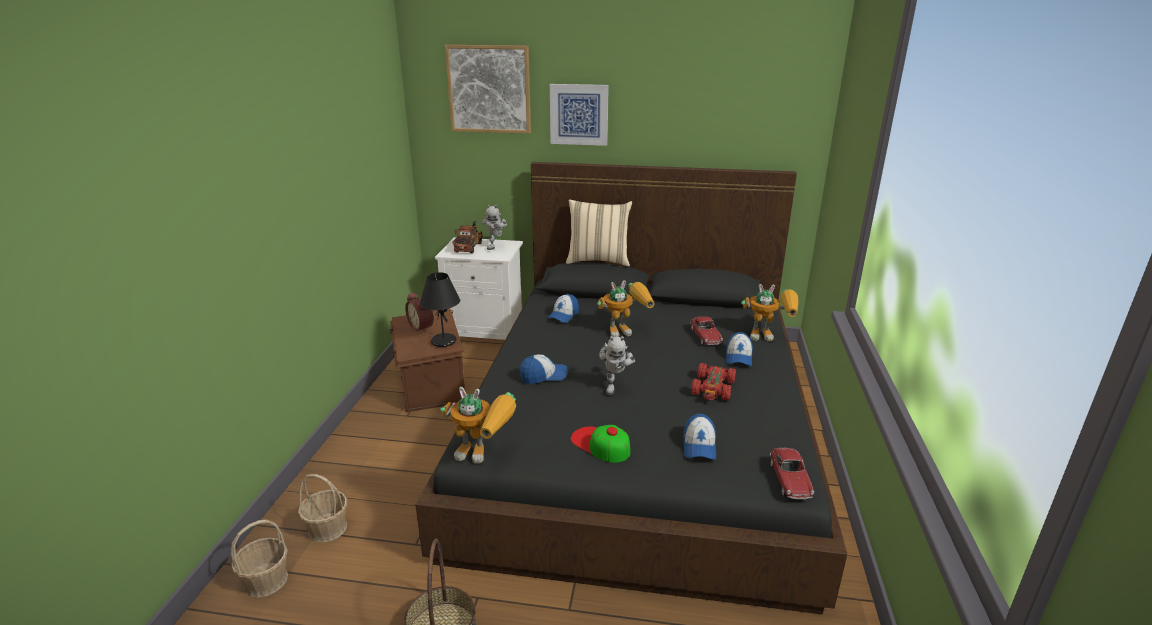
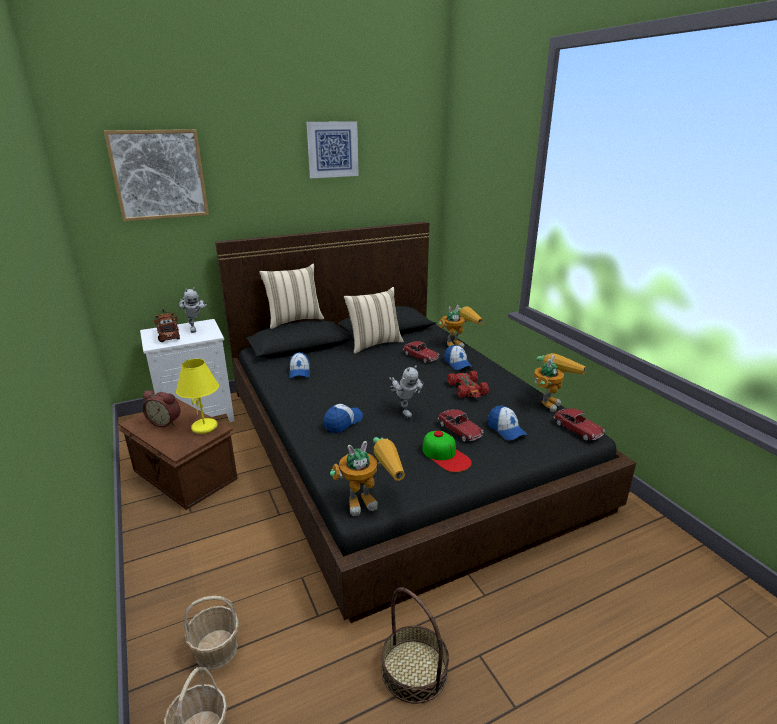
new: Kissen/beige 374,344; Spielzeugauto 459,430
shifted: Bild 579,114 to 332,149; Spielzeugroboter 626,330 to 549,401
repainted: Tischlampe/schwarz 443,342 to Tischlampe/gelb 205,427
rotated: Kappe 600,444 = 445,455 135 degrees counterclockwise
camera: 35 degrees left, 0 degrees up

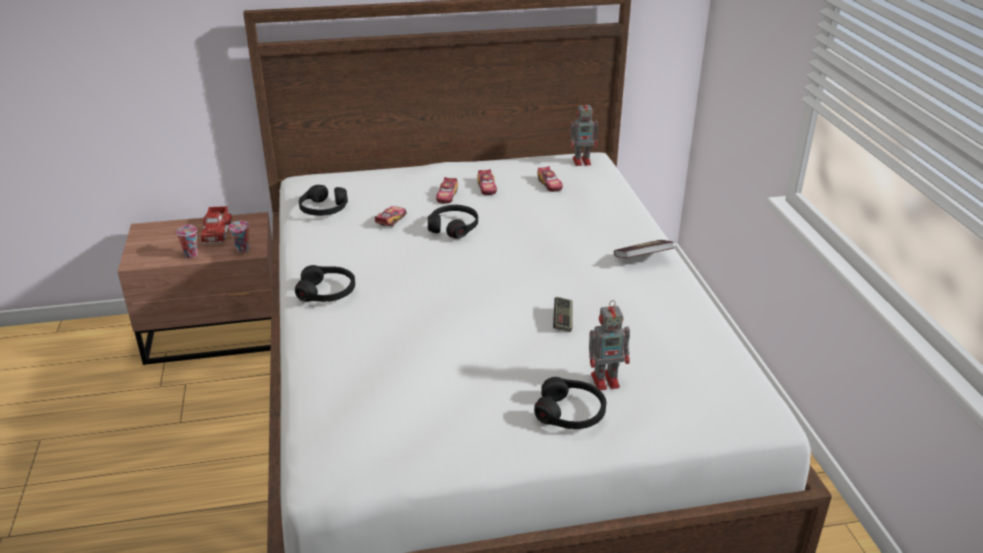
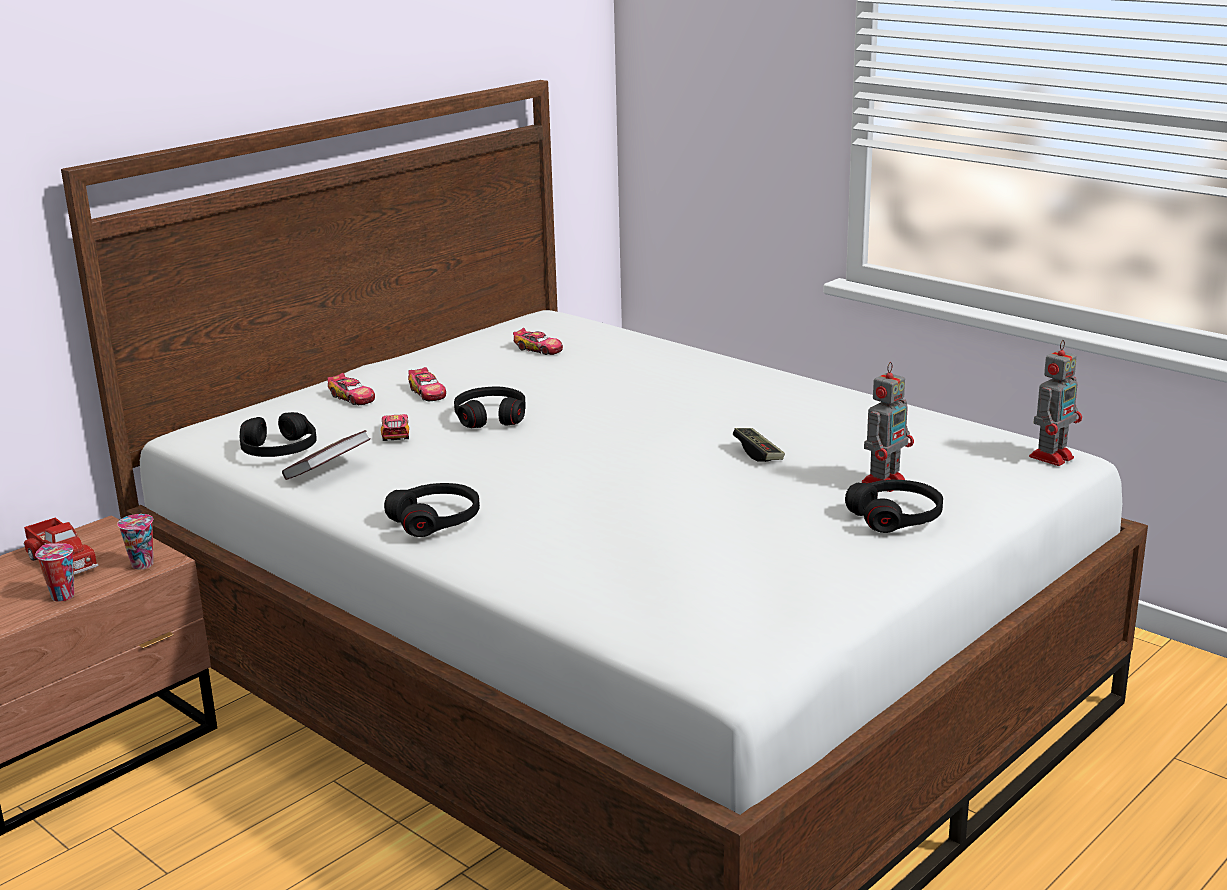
shifted: Spielzeugauto 486,187 to 352,398; Spielzeugroboter 582,161 to 1052,456; Buch 642,259 to 328,471
camera: 35 degrees left, 10 degrees down

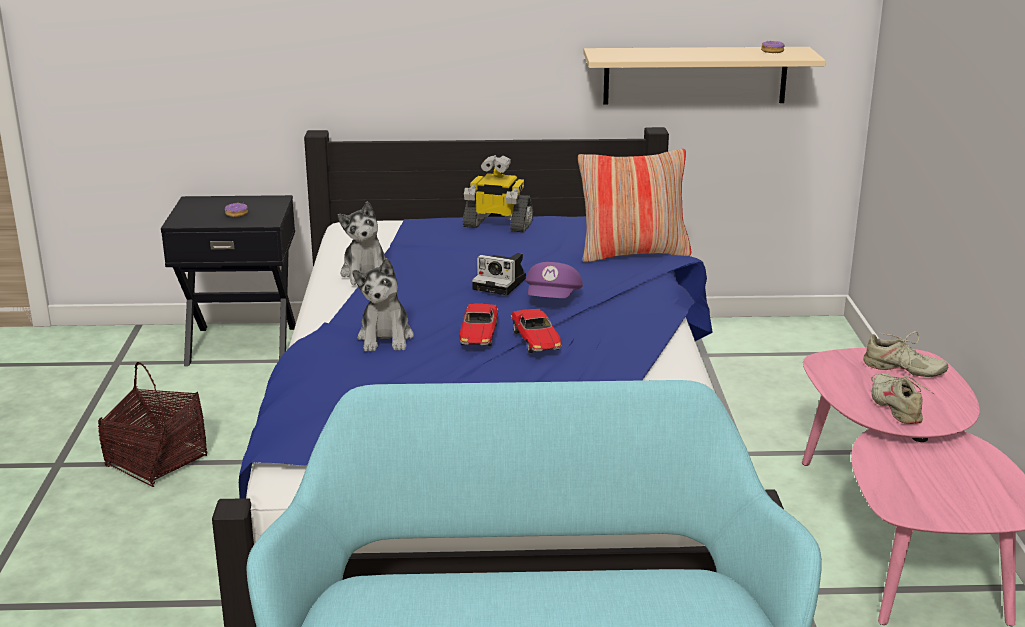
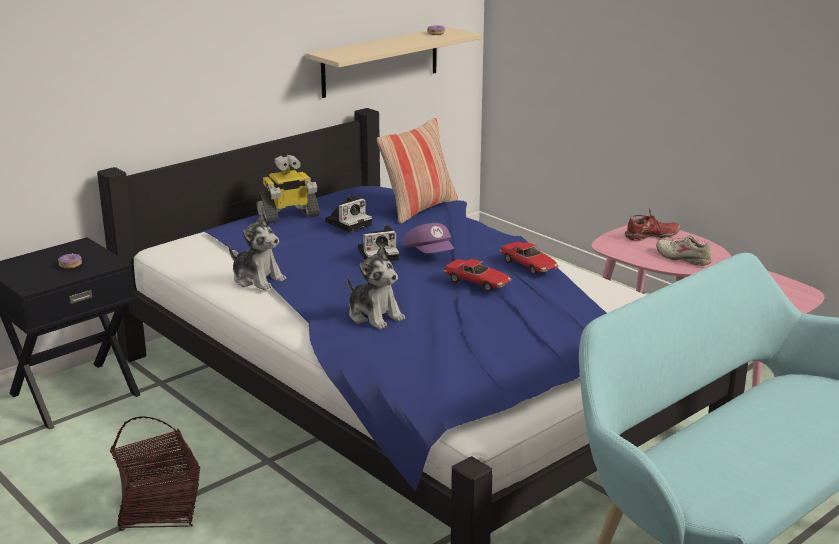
new: Kamera 349,222
shifted: Spielzeugauto 478,335 to 529,265
repainted: Schuh/beige 903,369 to Schuh/rot 651,236
camera: 40 degrees left, 0 degrees up

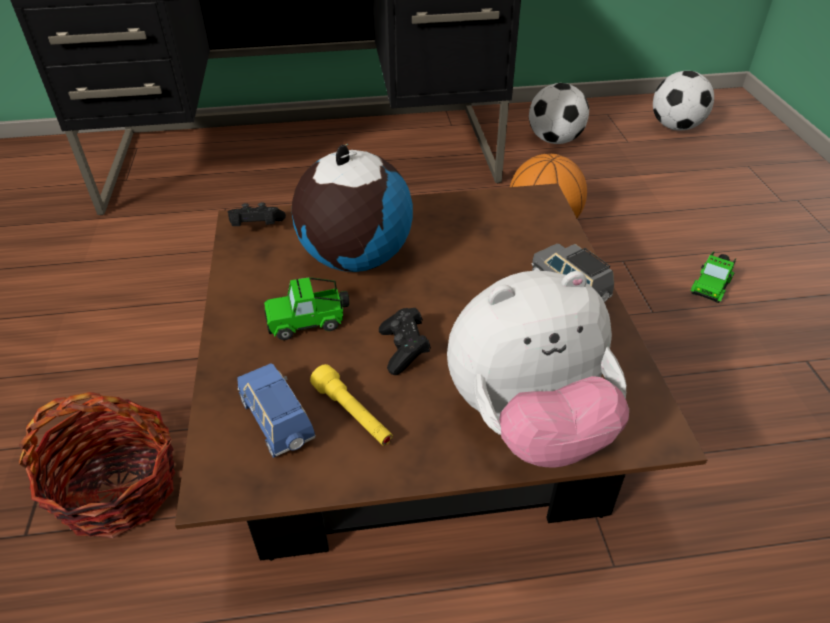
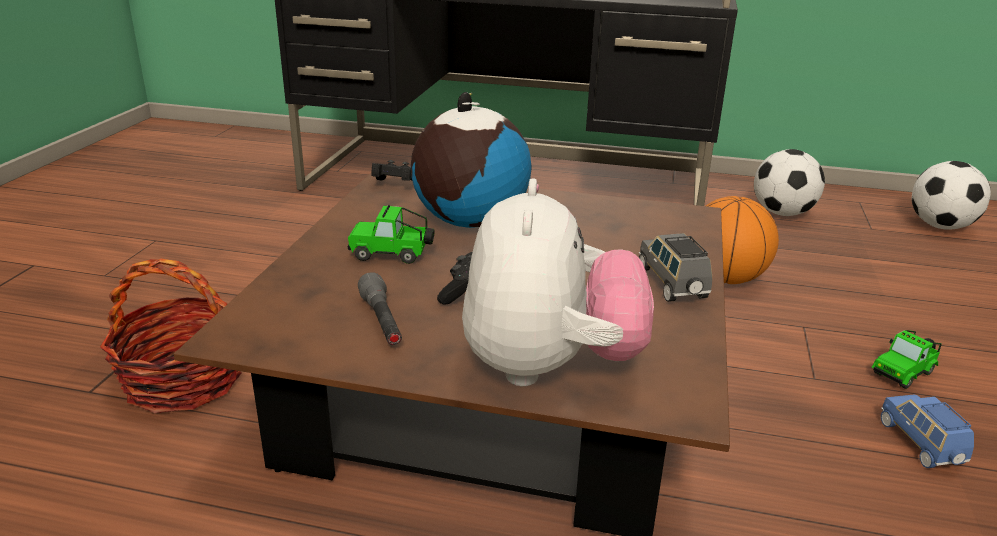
shifted: Spielzeugauto/blau 278,422 to 921,444
repainted: Taschenlampe/gelb 353,414 to Taschenlampe/grau 382,321
rotated: Plüschtier 529,422 = 549,367 90 degrees counterclockwise
camera: 20 degrees right, 15 degrees down

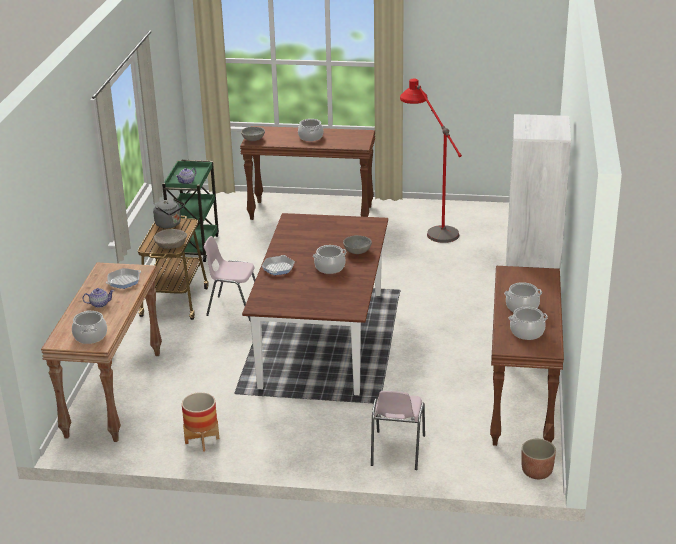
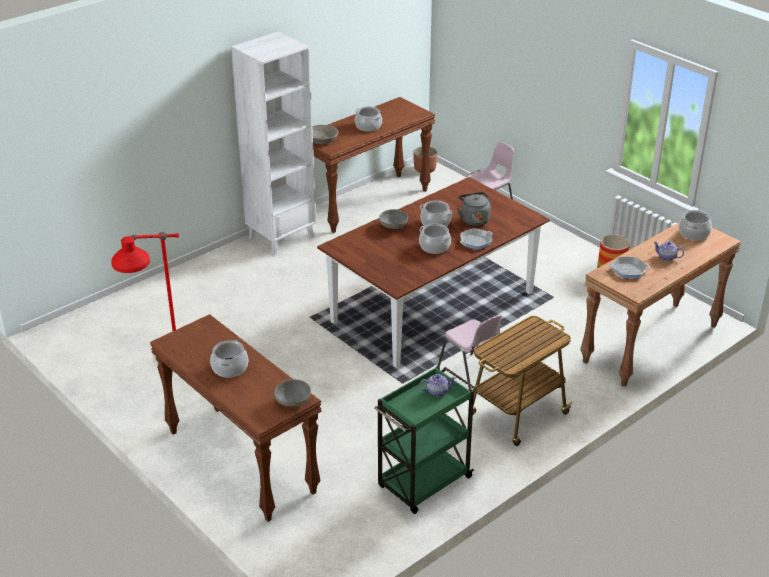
shifted: Wasserkessel/grau 170,224 to 474,219; Schüssel/beige 171,245 to 322,140; Kochtopf 527,332 to 434,247
camera: 140 degrees left, 5 degrees up

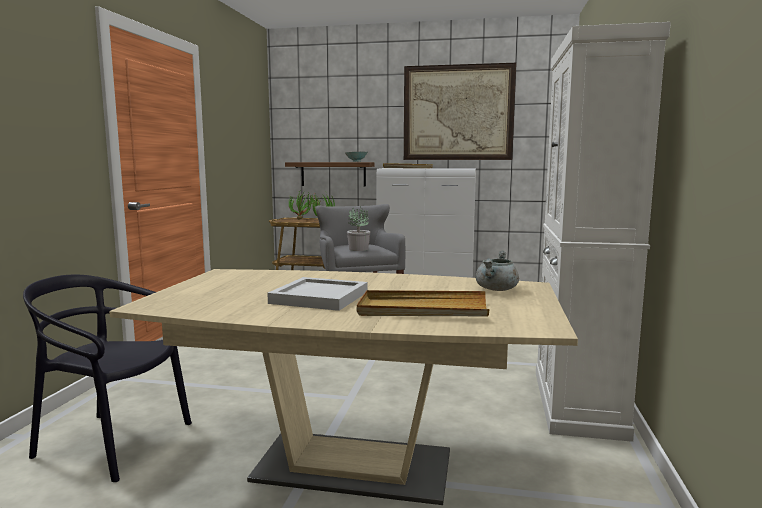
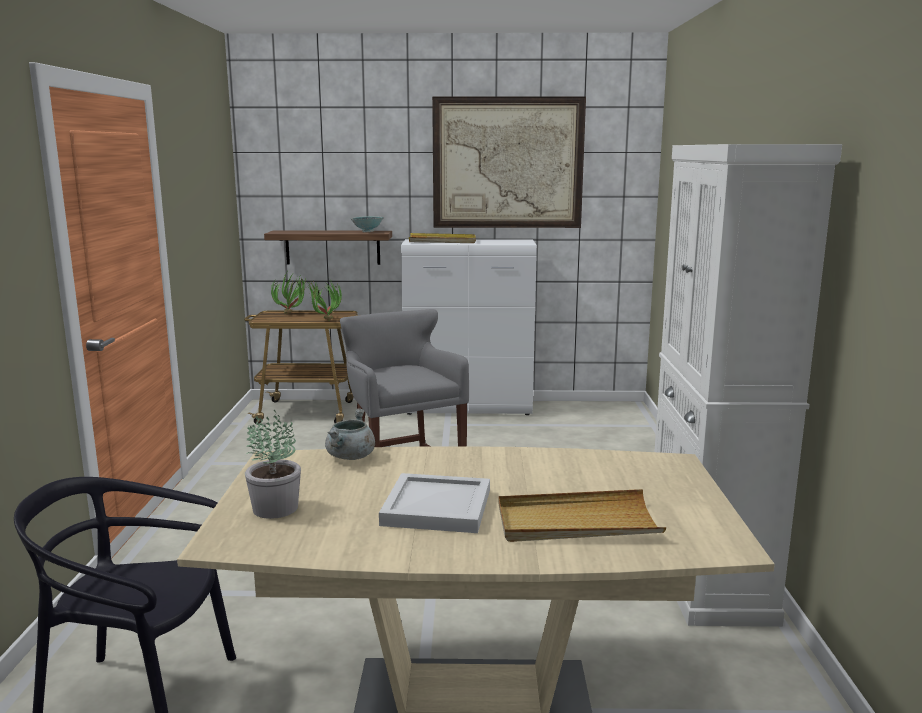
shifted: Topfpflanze 358,249 to 274,508; Kochtopf/grau 496,290 to 350,457
camera: 10 degrees left, 5 degrees up

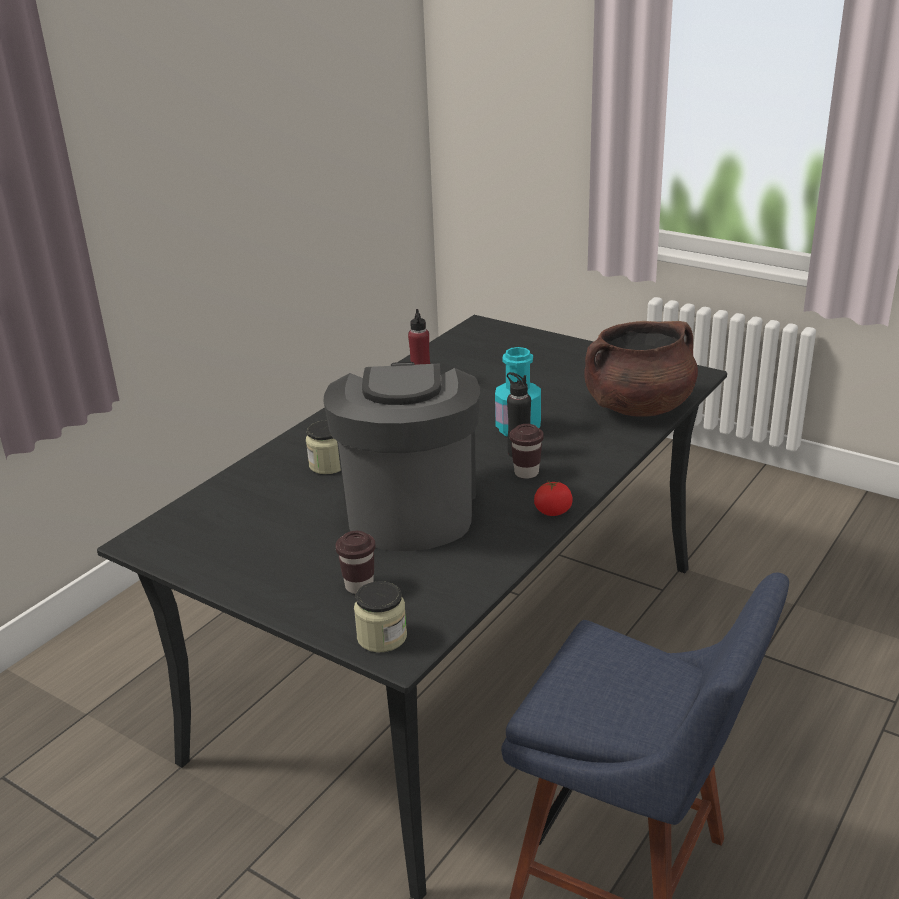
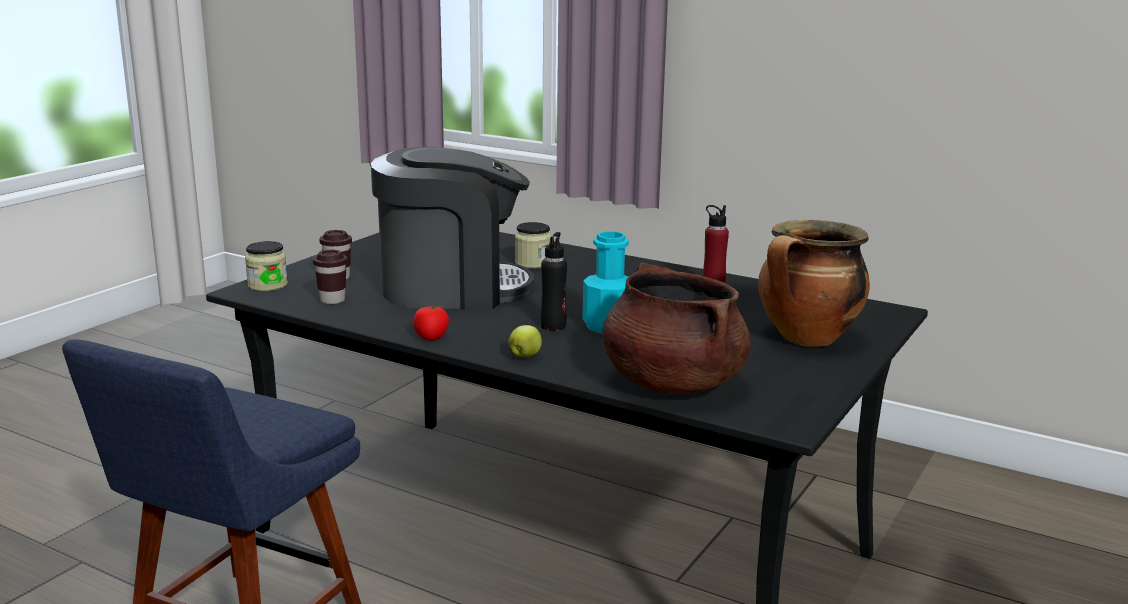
new: Apfel 525,356; Kochtopf 807,339
shifted: Tasse/braun 526,473 to 332,300
camera: 85 degrees right, 10 degrees down

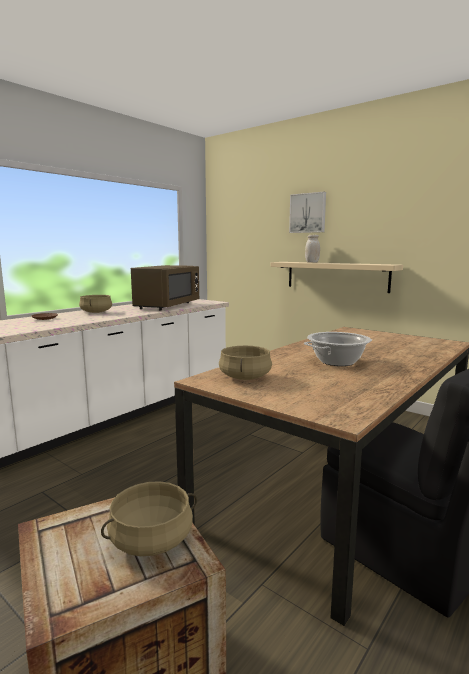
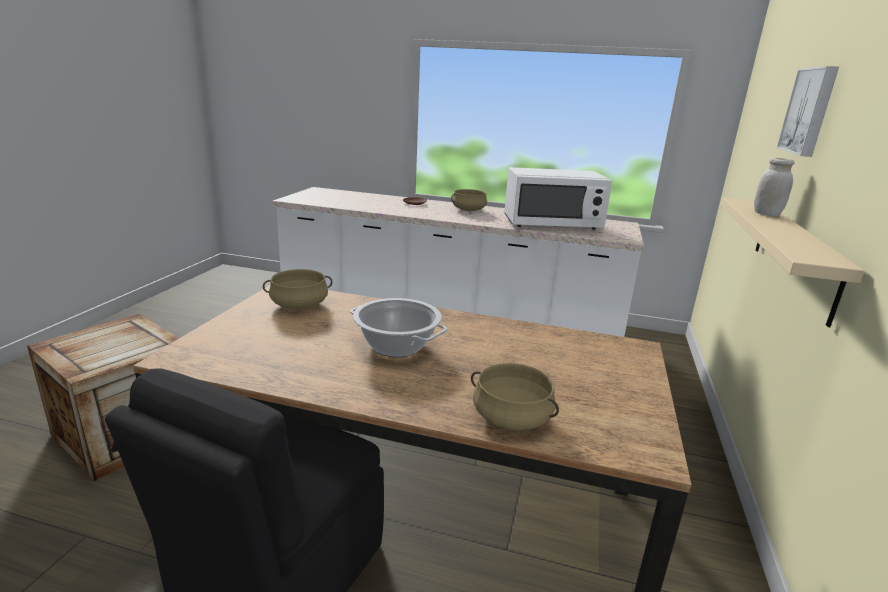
shifted: Kochtopf/beige 151,541 to 511,418
repainted: Mikrowelle/braun 167,306 to Mikrowelle/weiß 552,225
camera: 65 degrees right, 10 degrees up

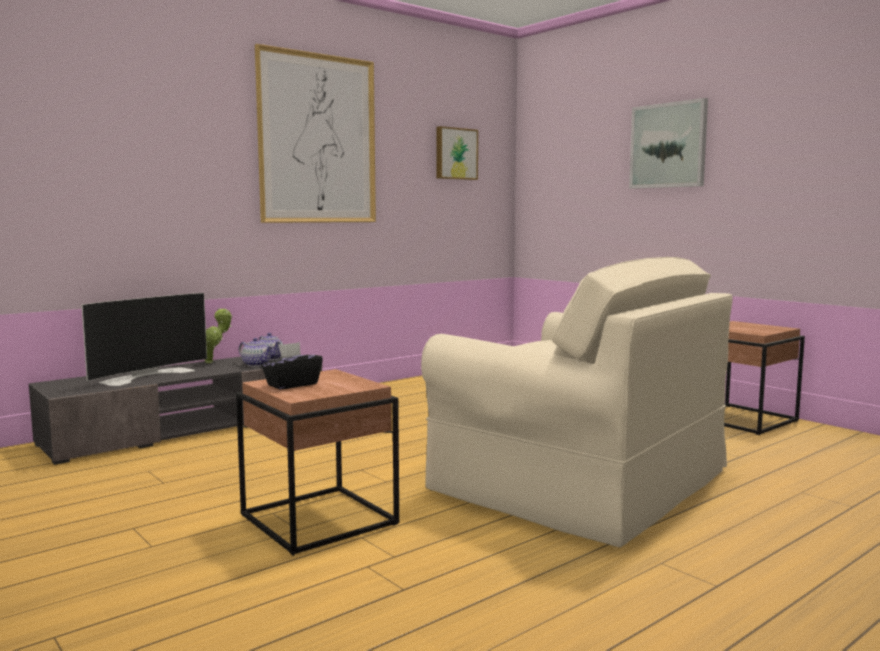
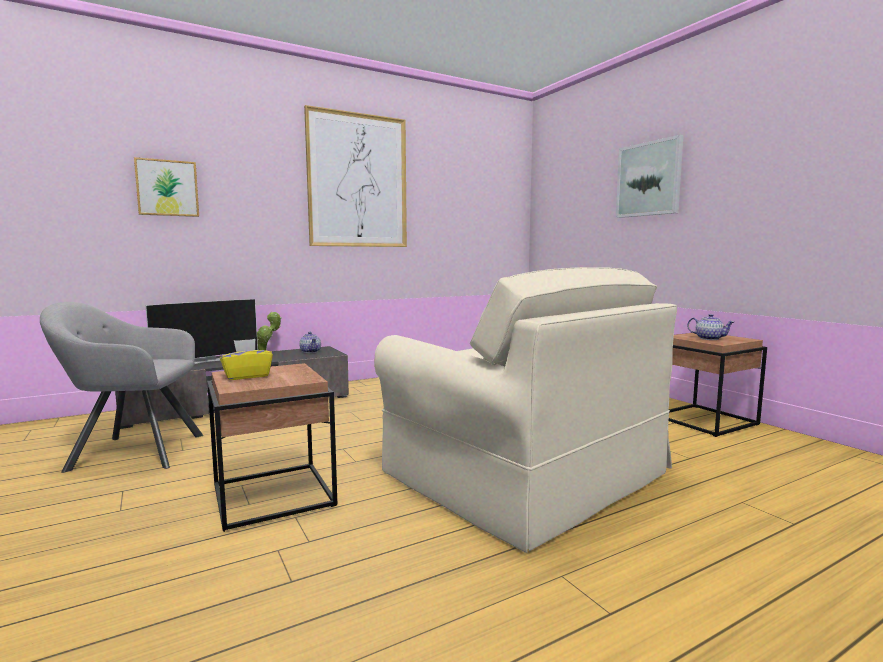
new: Sessel/grau 132,452
shifted: Teekanne 256,364 to 709,338; Bild 455,154 to 167,188
repainted: Taschentuchbox/schwarz 292,384 to Taschentuchbox/gelb 247,376
camera: 10 degrees right, 0 degrees up

